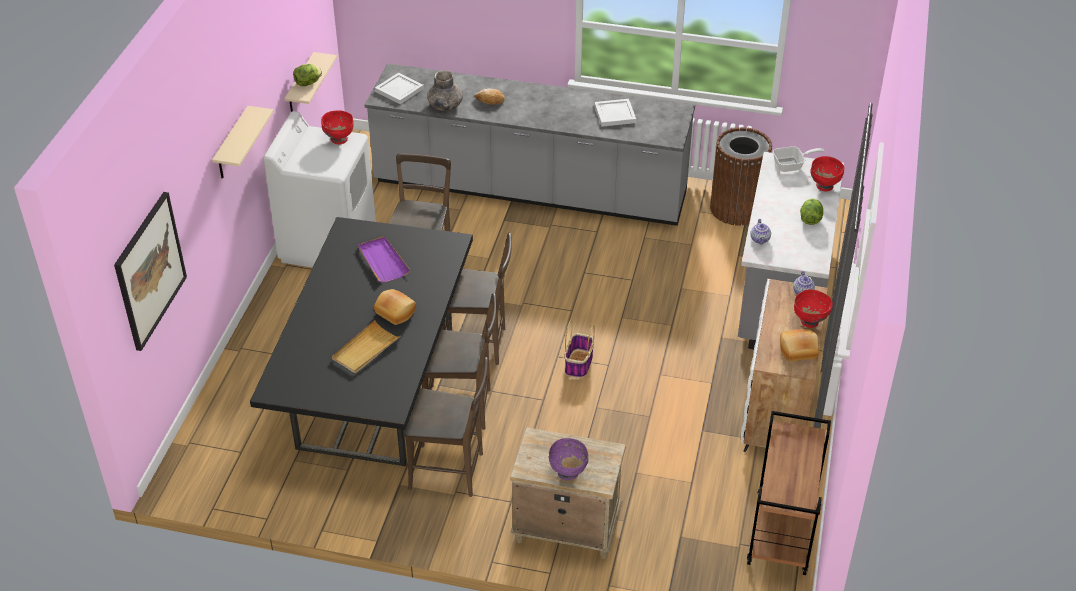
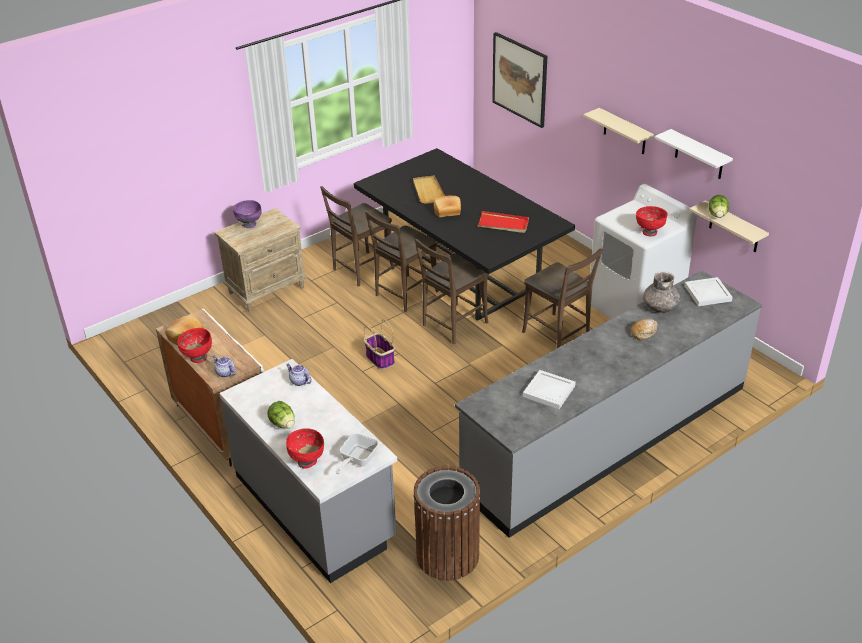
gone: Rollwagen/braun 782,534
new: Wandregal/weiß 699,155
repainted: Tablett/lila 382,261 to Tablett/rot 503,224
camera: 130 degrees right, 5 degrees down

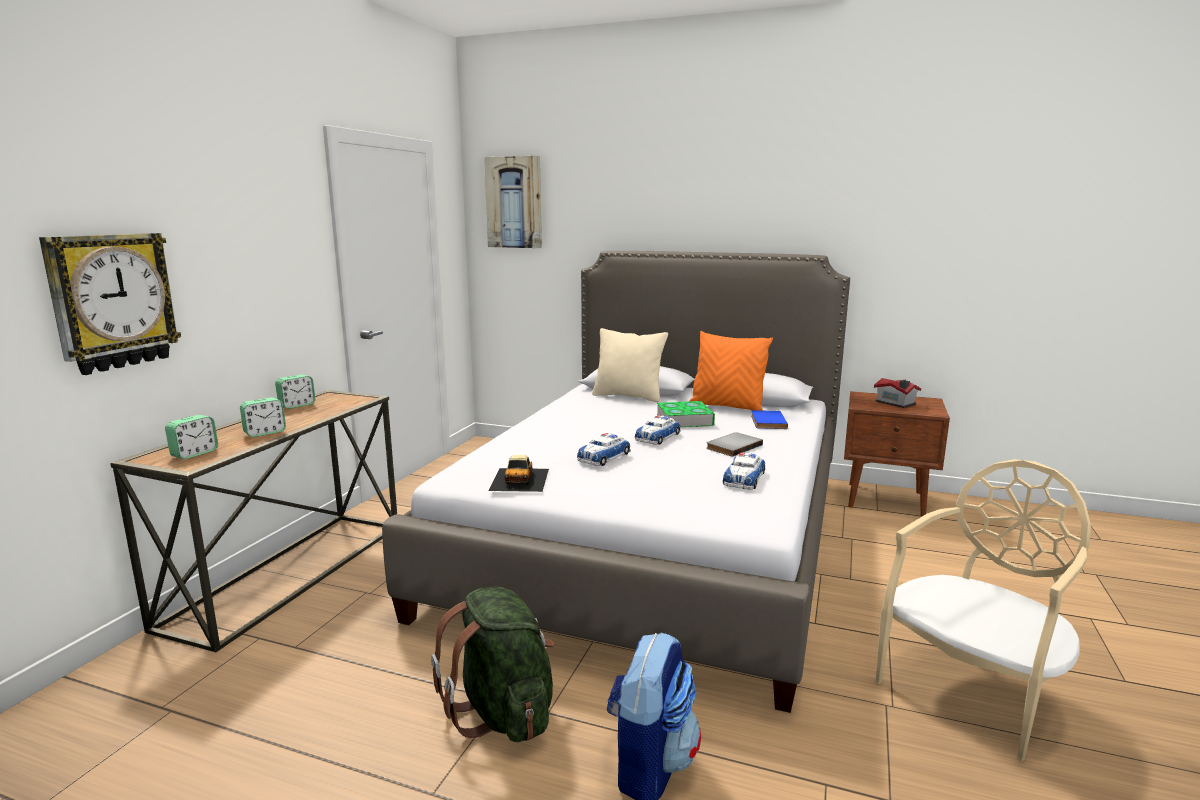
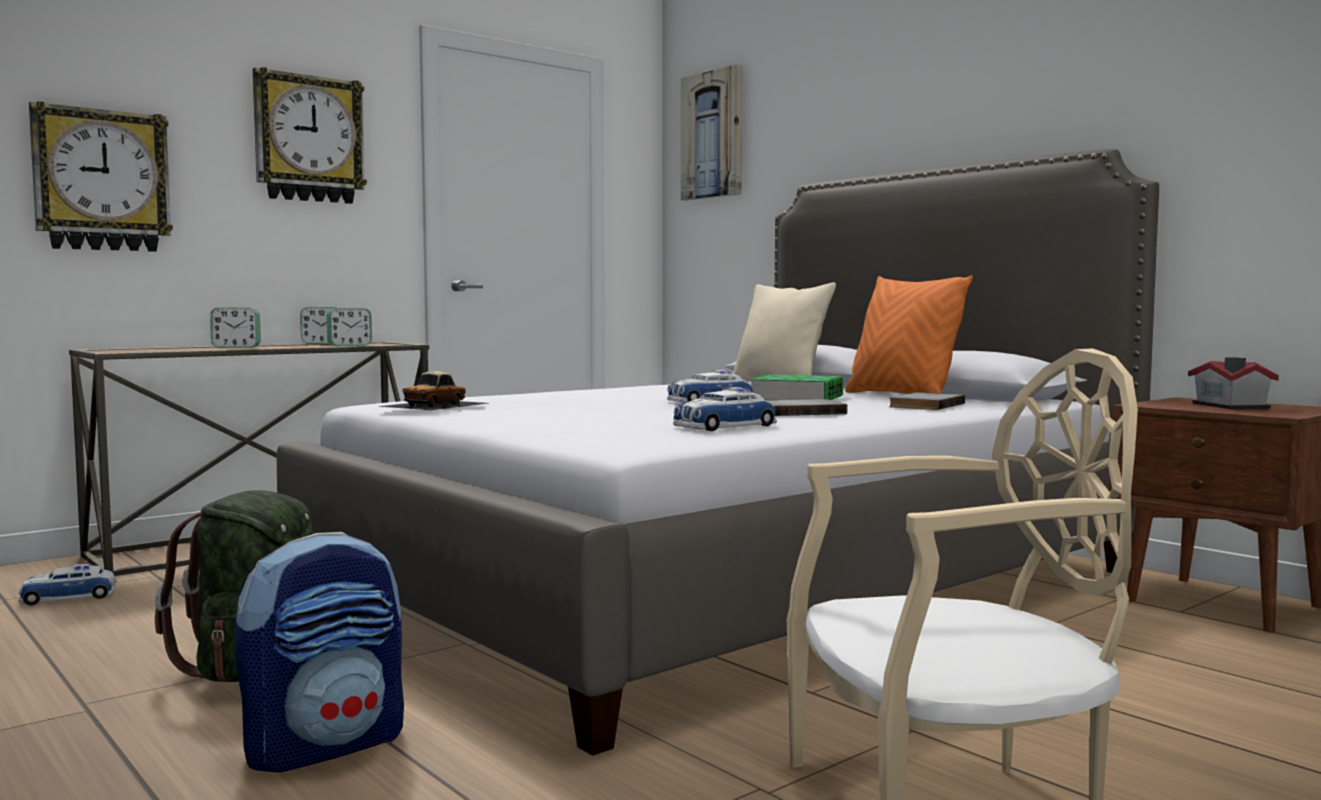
new: Wanduhr 308,139
shifted: Wecker 194,453 to 349,345; Spielzeugauto 604,457 to 69,596
repainted: Buch/blau 766,422 to Buch/grau 923,405
camera: 30 degrees right, 10 degrees down

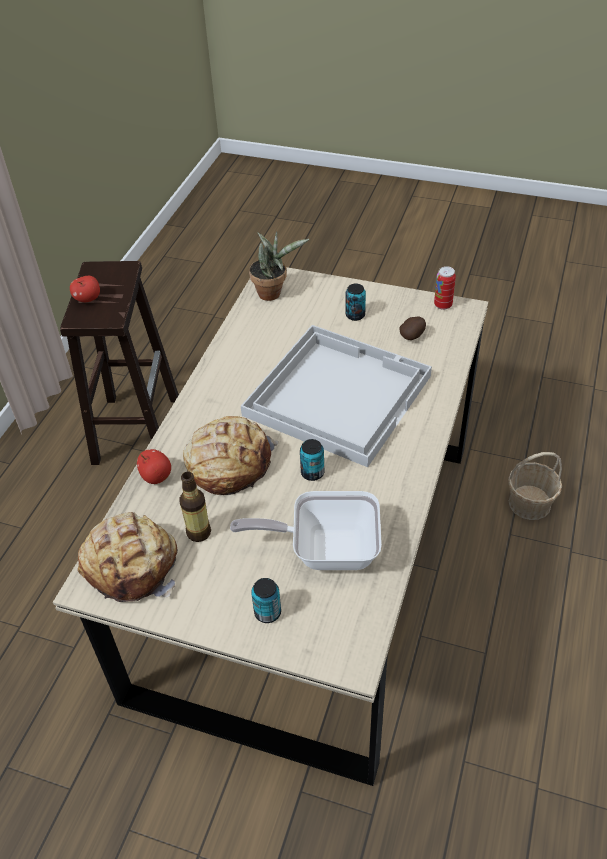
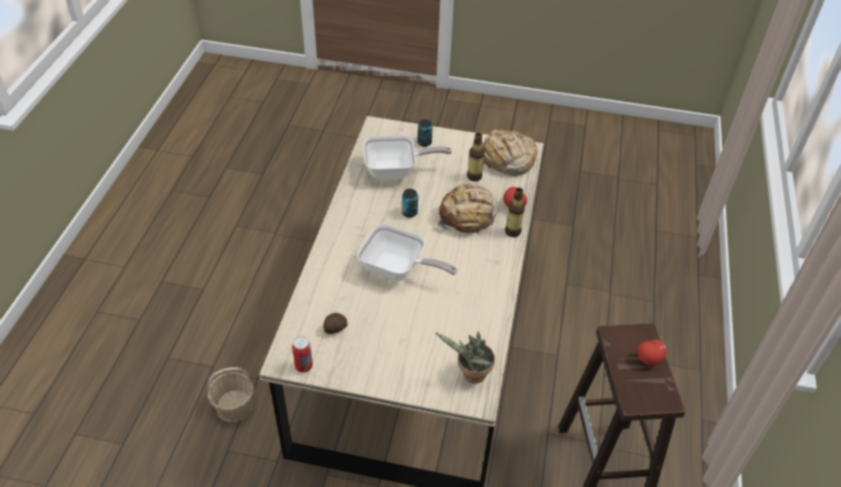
gone: Dose 355,315
new: Flasche 512,232
swapped: Tablett/weiß 337,394 to Pfanne 398,270
camera: 170 degrees right, 0 degrees up

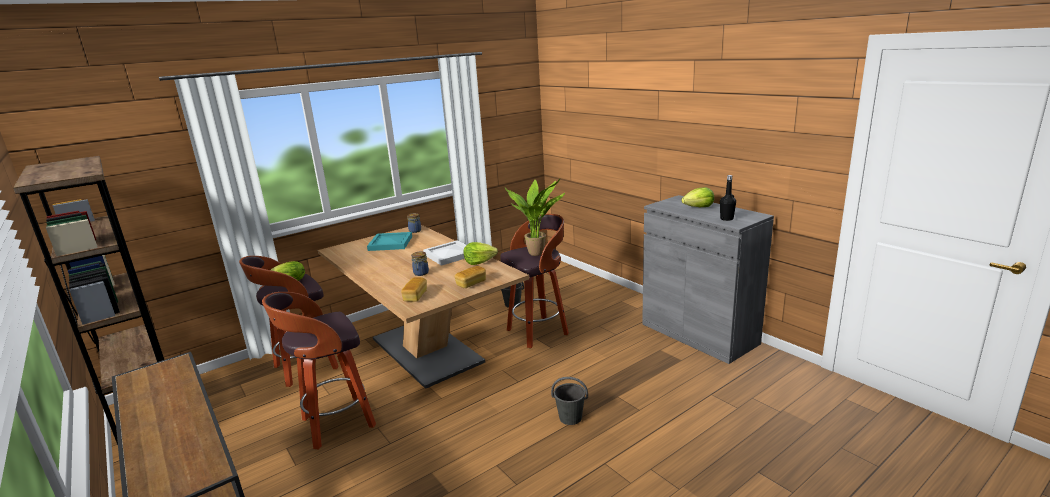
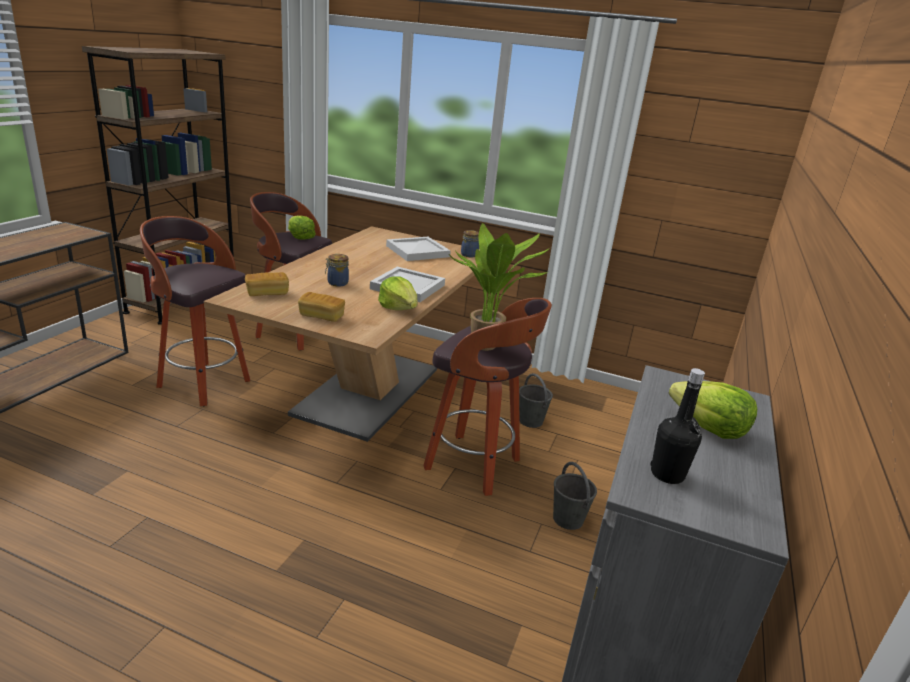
shifted: Eimer/grau 571,418 to 568,519
repainted: Tablett/türkis 390,243 to Tablett/weiß 418,251
camera: 55 degrees right, 5 degrees up

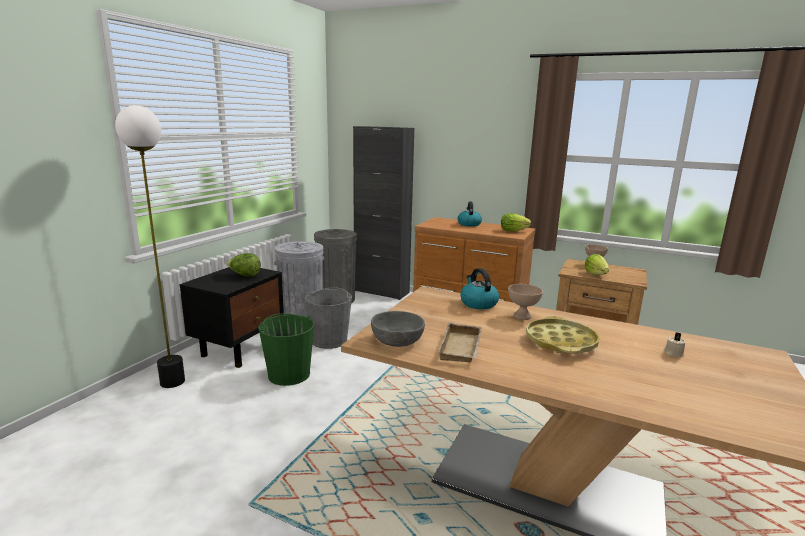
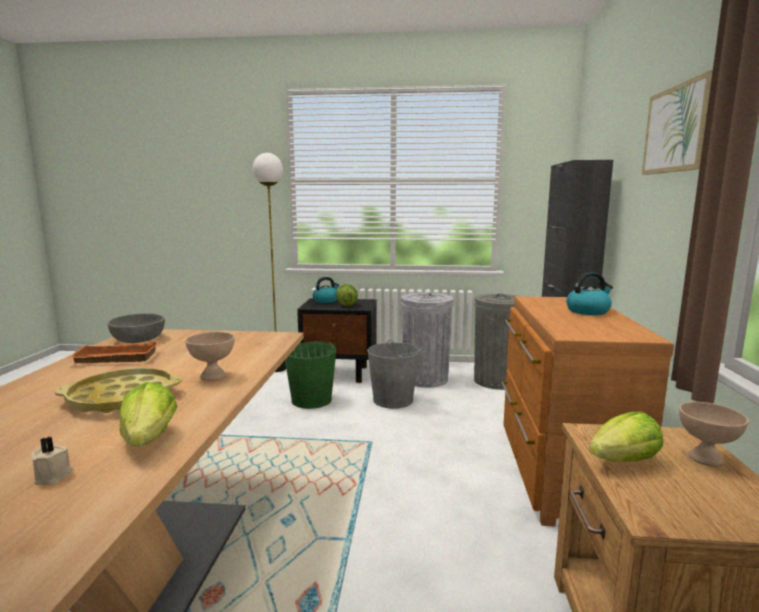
new: Bild 678,129
shifted: Wasserkessel 478,303 to 326,300; Salatkopf 513,231 to 149,440
repainted: Tablett/beige 462,348 to Tablett/orange 114,359
camera: 70 degrees right, 5 degrees down

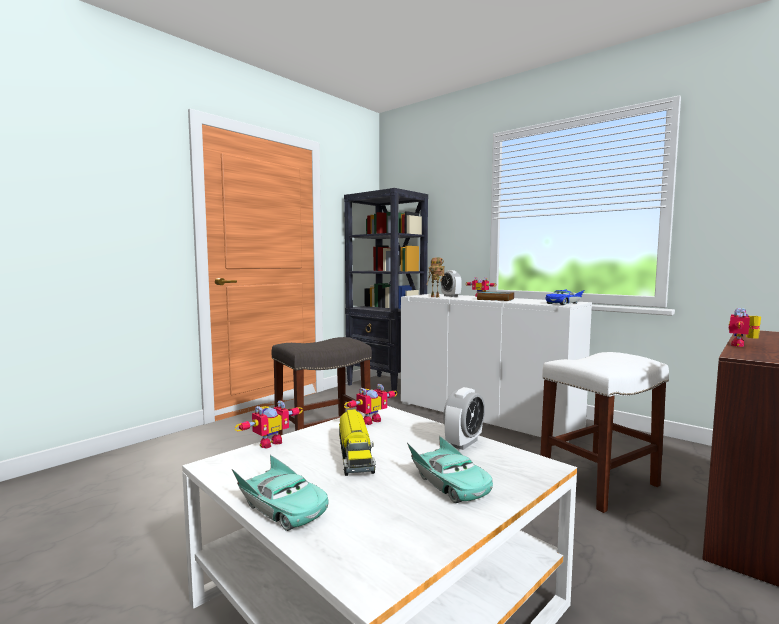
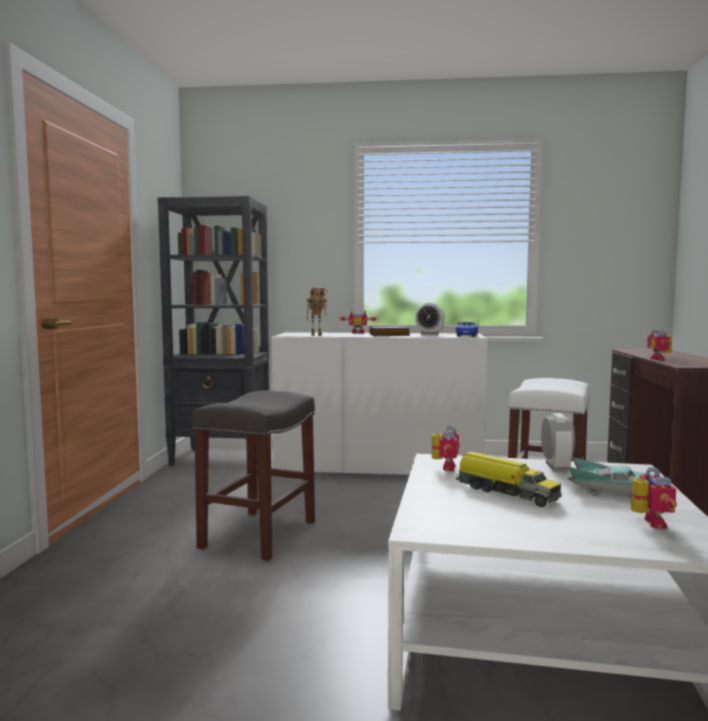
gone: Spielzeugauto/türkis 281,507
shifted: Spielzeugroboter 269,442 to 649,523; Wecker 450,296 to 429,334
camera: 35 degrees left, 0 degrees up

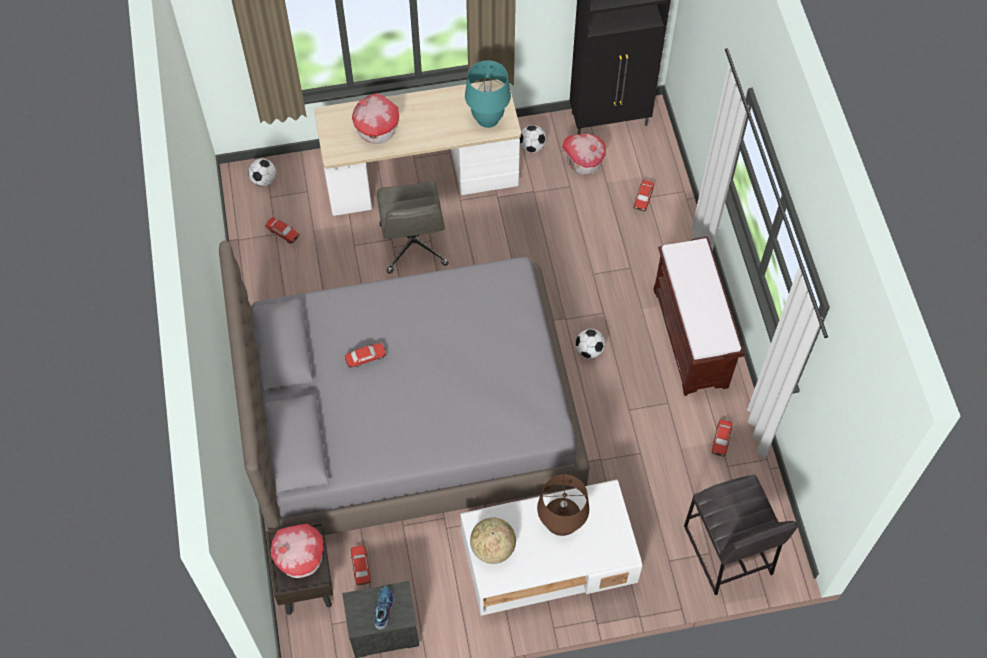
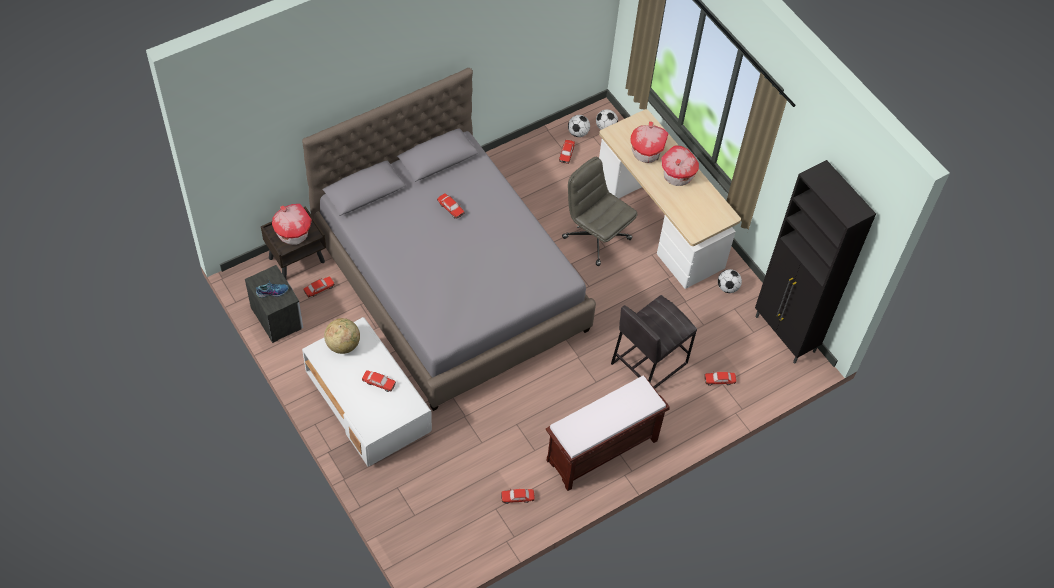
gone: Tischlampe/türkis 487,118
shifted: Spielzeughaus 583,162 to 677,175; Fußball 589,350 to 578,133; Hocker/grau 727,551 to 648,363
swapped: Tischlampe/braun 561,524 to Spielzeugauto 379,383
rotated: Bürostuhl/grau 414,245 = 596,237 75 degrees clockwise
camera: 65 degrees right, 5 degrees down

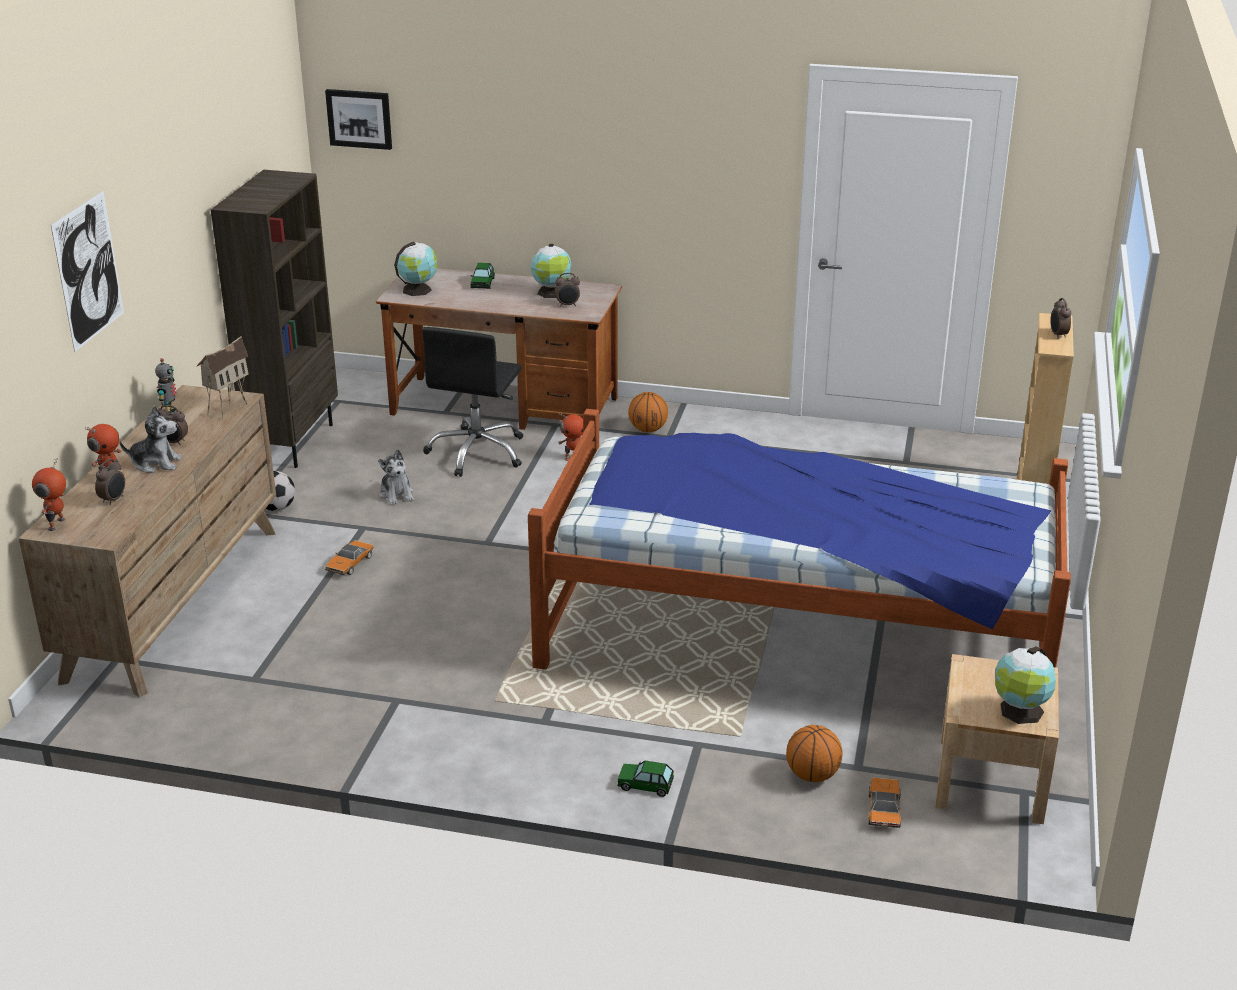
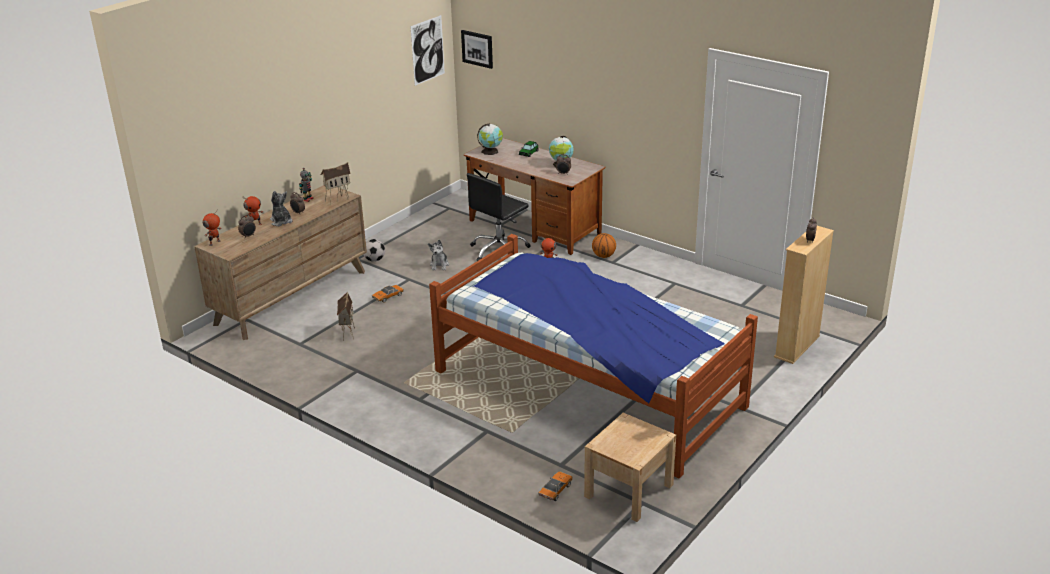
gone: Bücherregal/braun 293,442; Spielzeugauto 645,784; Basketball 812,775; Globus 1020,712
new: Spielzeughaus 347,333
shifted: Bild 88,270 to 427,50
rotated: Plüschtier 156,463 = 281,222 150 degrees counterclockwise
camera: 25 degrees right, 0 degrees up

